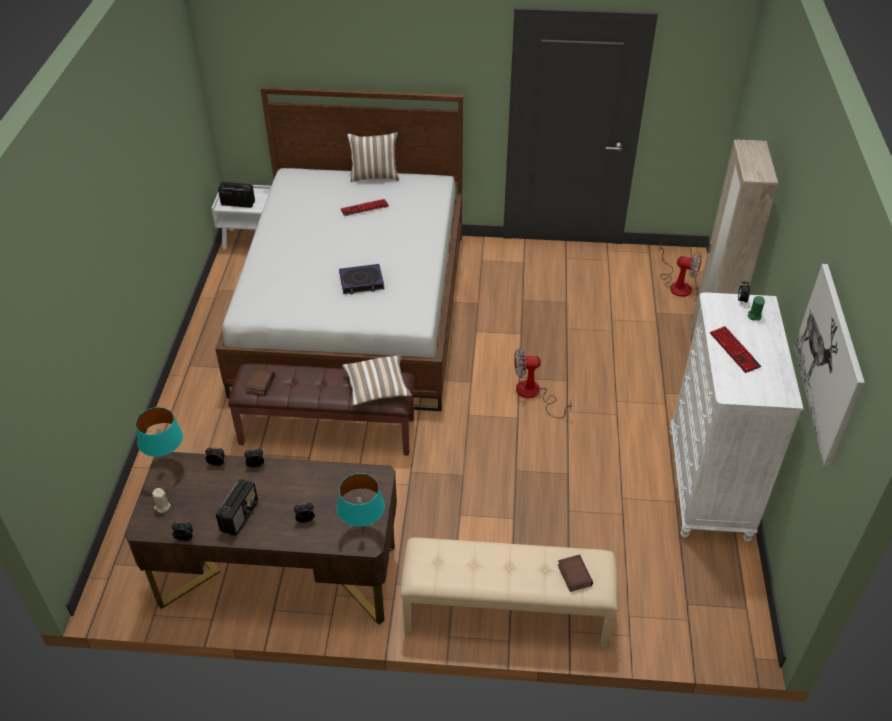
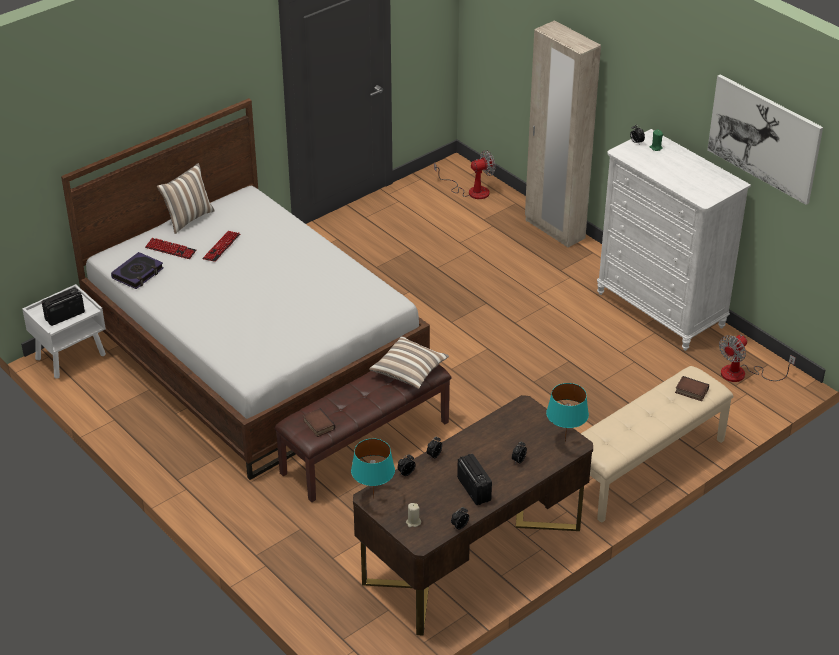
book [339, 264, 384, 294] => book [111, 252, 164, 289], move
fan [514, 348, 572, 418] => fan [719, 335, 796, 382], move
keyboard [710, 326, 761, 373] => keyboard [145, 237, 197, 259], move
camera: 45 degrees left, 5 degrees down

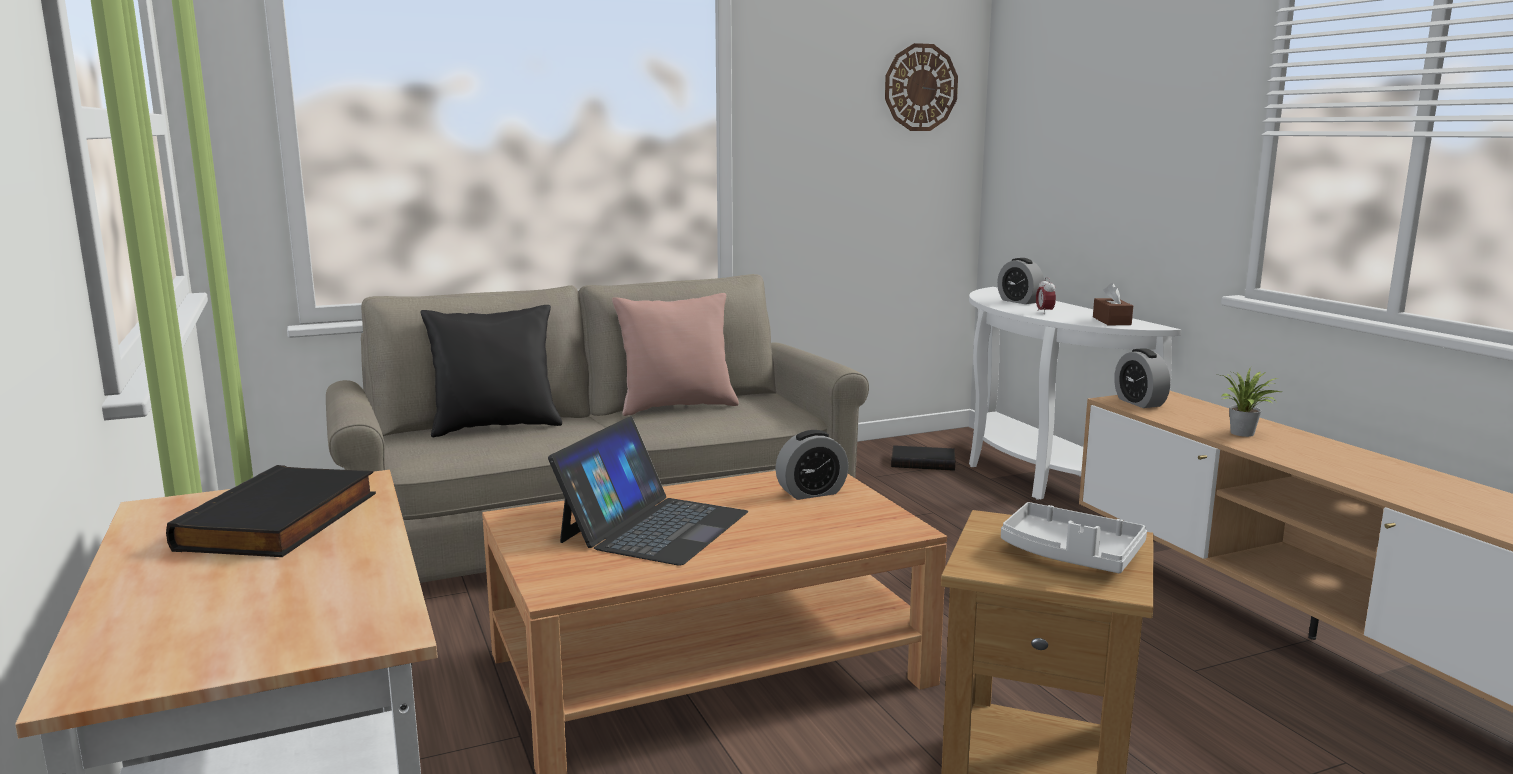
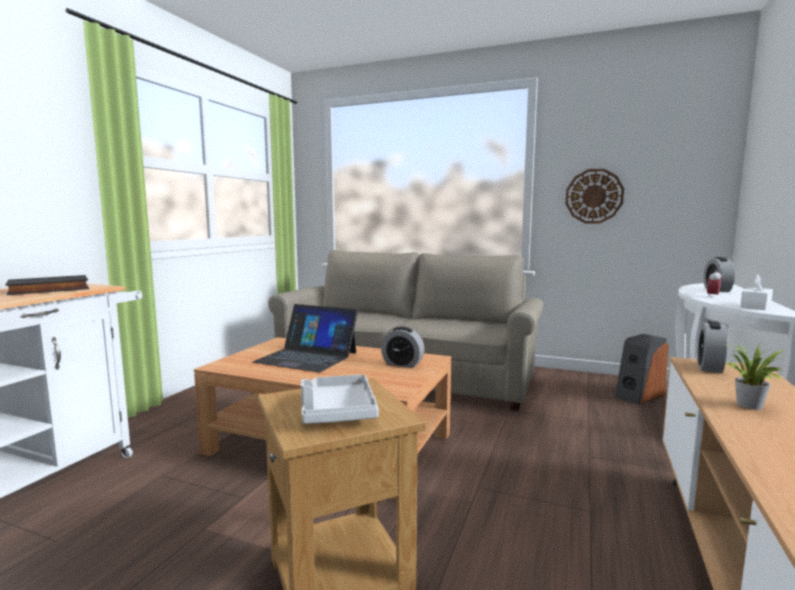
pillow/black [421, 305, 562, 437] => nothing
pillow/pink [612, 293, 739, 416] => nothing
wall clock [885, 43, 958, 131] => wall clock [566, 169, 624, 223], move
book/black [891, 445, 955, 471] => speaker [615, 334, 669, 404]
tissue box/brown [1093, 283, 1133, 325] => tissue box/white [740, 274, 773, 310]
laptop [548, 416, 748, 565] => laptop [253, 304, 358, 372], 45 degrees clockwise
camera: 45 degrees right, 5 degrees down

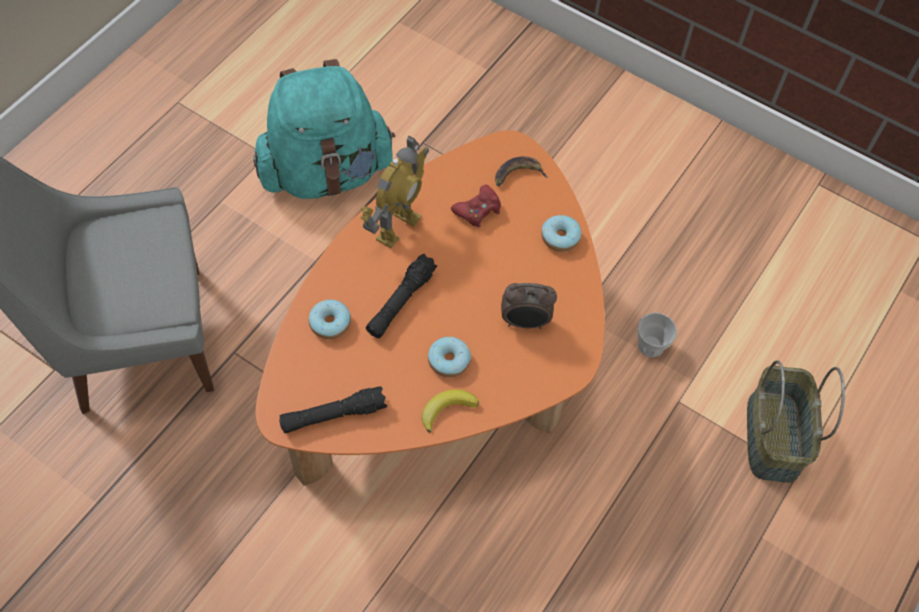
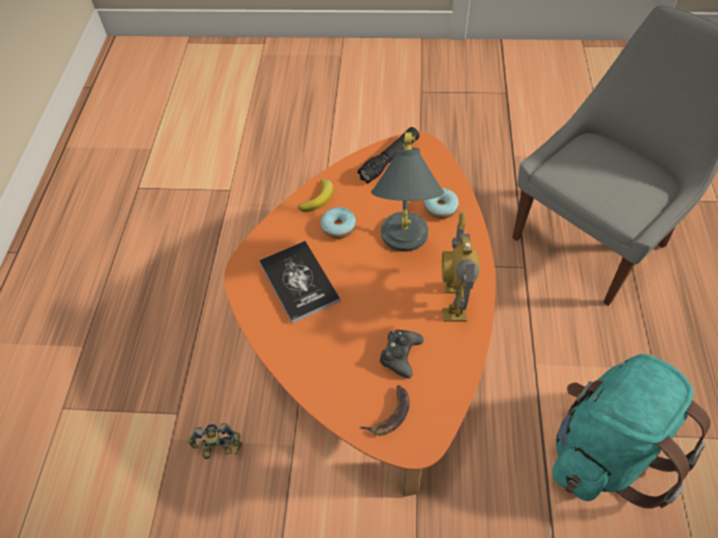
donut [541, 215, 581, 252] => nothing
basket [747, 360, 845, 483] => nothing
flashlight/black [366, 254, 437, 338] => table lamp/grey [371, 132, 445, 252]
alarm clock [501, 283, 557, 329] => book [259, 241, 341, 324]
cup [637, 312, 677, 358] => toy robot [188, 423, 242, 459]
game controller/red [451, 185, 501, 228] => game controller/black [379, 329, 424, 378]
camera: 155 degrees right, 5 degrees down

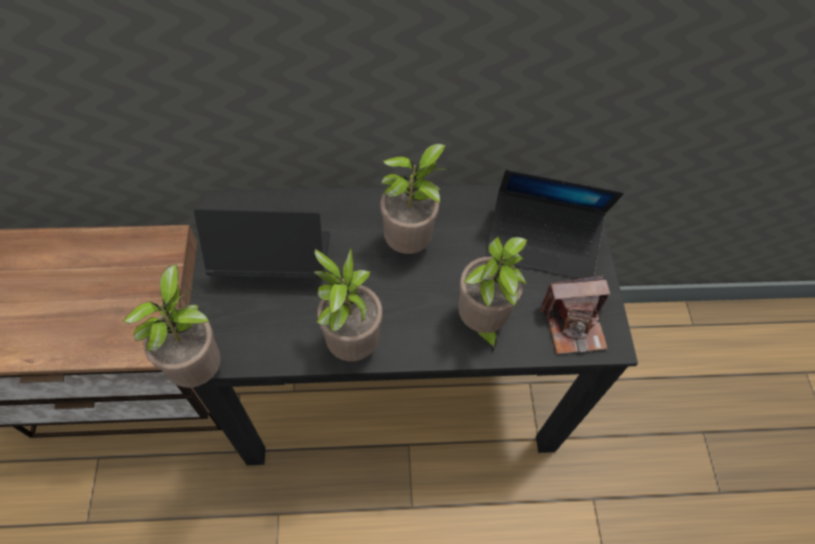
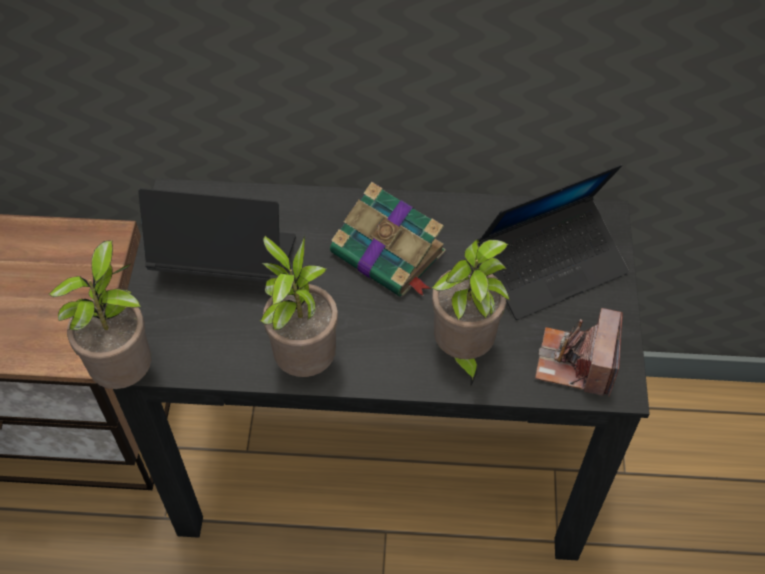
potted plant [380, 143, 448, 254] => book [330, 182, 446, 297]
laptop [485, 169, 624, 279] => laptop [478, 164, 629, 320], 45 degrees counterclockwise
photo camera [540, 275, 610, 354] => photo camera [535, 308, 623, 396], 105 degrees clockwise
camera: 10 degrees right, 5 degrees down

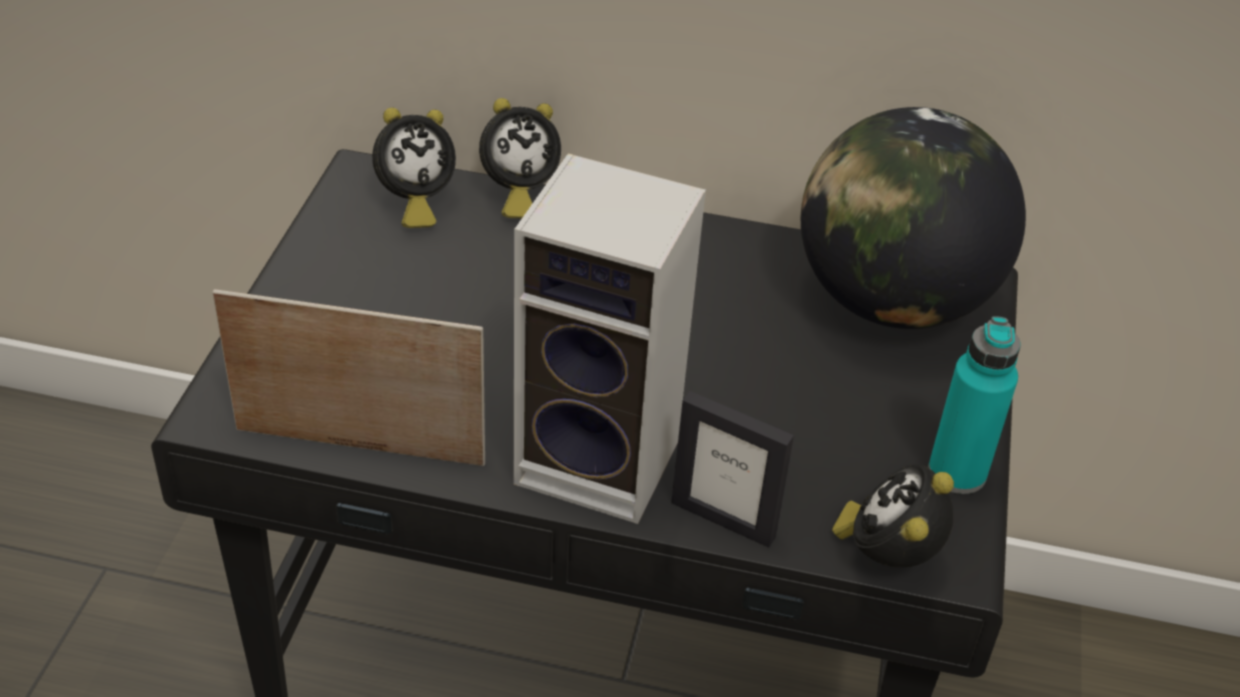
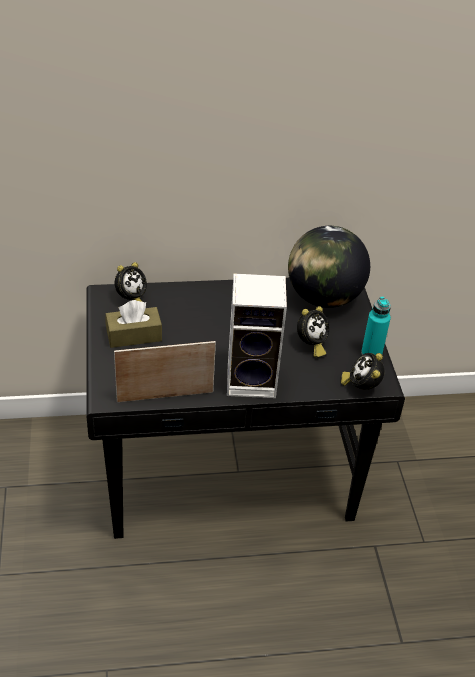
picture frame [671, 391, 794, 547] => nothing
nothing => tissue box/brown [105, 300, 162, 348]
alarm clock [479, 98, 561, 218] => alarm clock [297, 306, 329, 357], move
camera: 20 degrees left, 0 degrees up

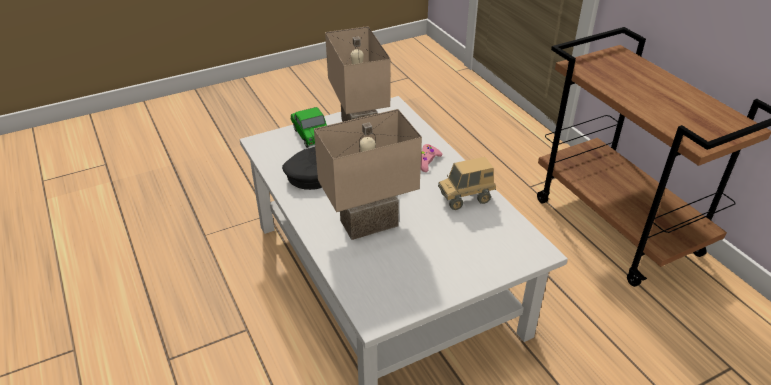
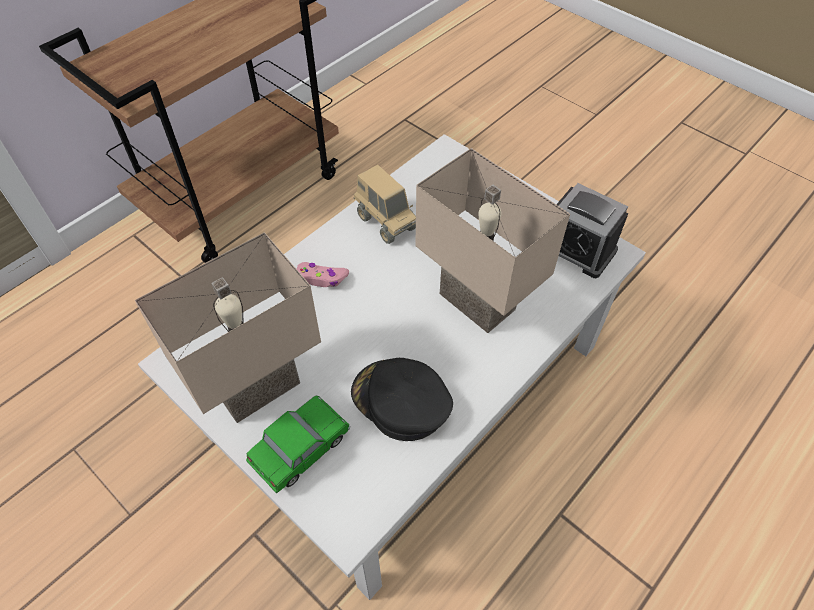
nothing => alarm clock [556, 183, 628, 278]
camera: 110 degrees left, 15 degrees up

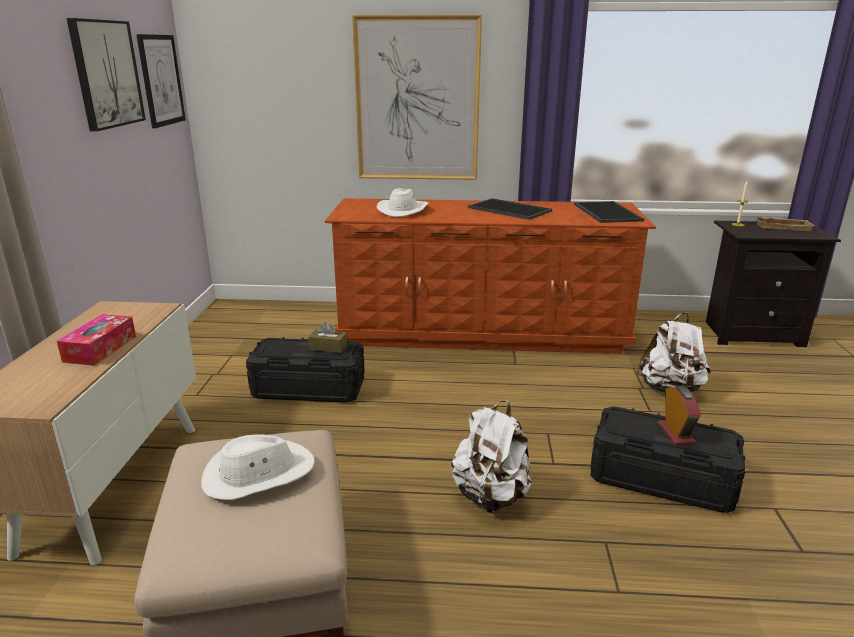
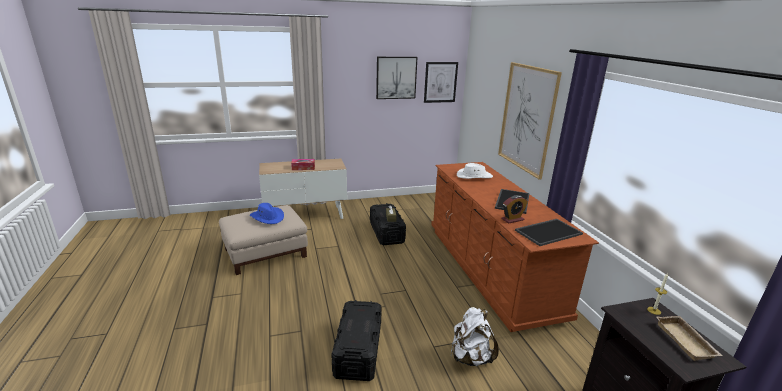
backpack/white [451, 401, 532, 513] => nothing
alarm clock [658, 386, 701, 445] => alarm clock [501, 195, 528, 224], move
hat/white [201, 435, 315, 500] => hat/blue [250, 203, 284, 224]
camera: 70 degrees right, 0 degrees up

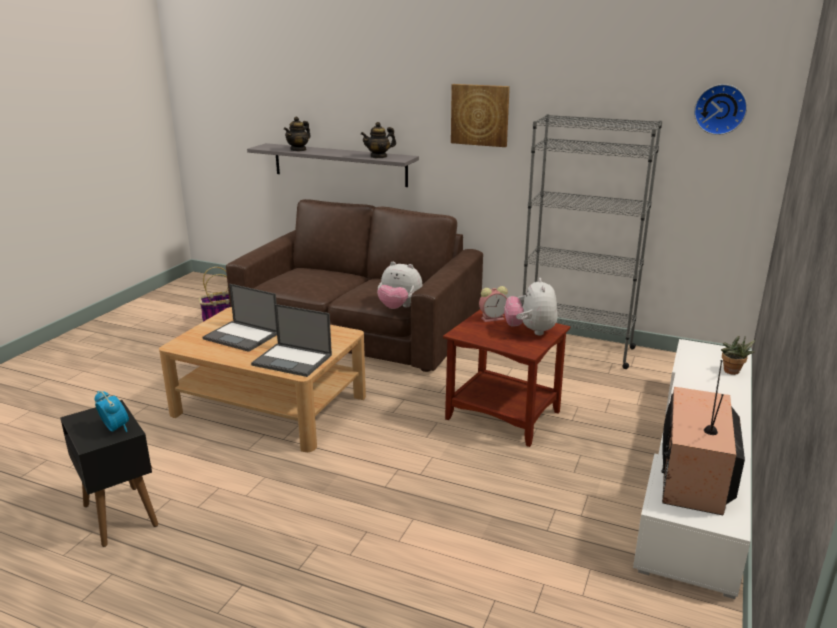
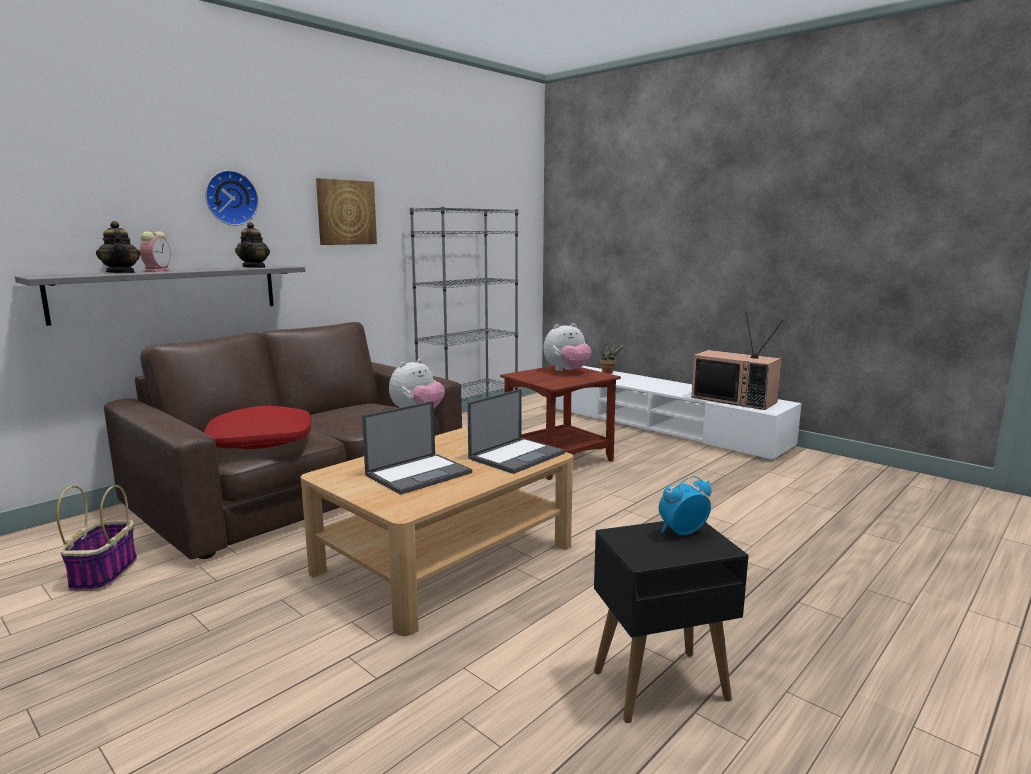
nothing => pillow/red [204, 406, 311, 449]
alarm clock [479, 286, 508, 322] => alarm clock [140, 231, 171, 272], move
wall clock [694, 84, 747, 135] => wall clock [205, 170, 259, 226], move
plush toy [504, 278, 557, 335] => plush toy [544, 323, 592, 371], 45 degrees counterclockwise
camera: 70 degrees left, 10 degrees down

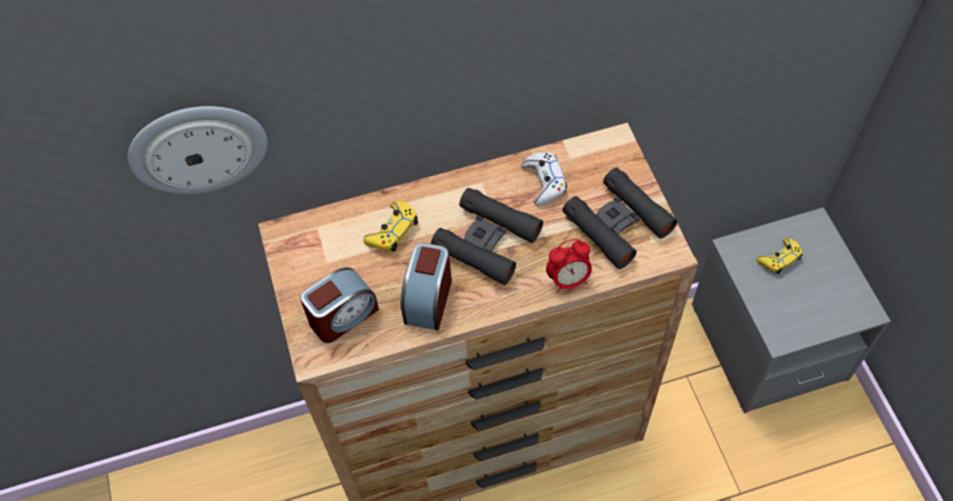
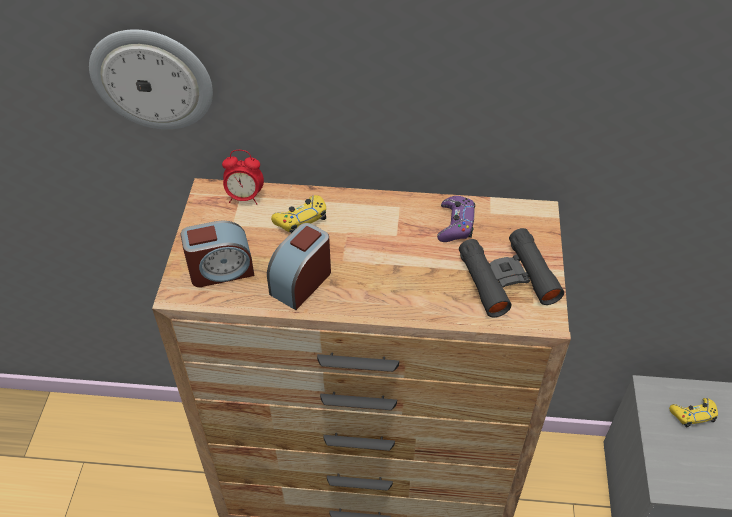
binoculars/black [431, 188, 543, 285] => nothing
alarm clock [546, 239, 592, 293] => alarm clock [222, 150, 264, 205], move
game controller/white [521, 153, 567, 207] => game controller/purple [437, 196, 475, 242]
camera: 20 degrees right, 10 degrees down

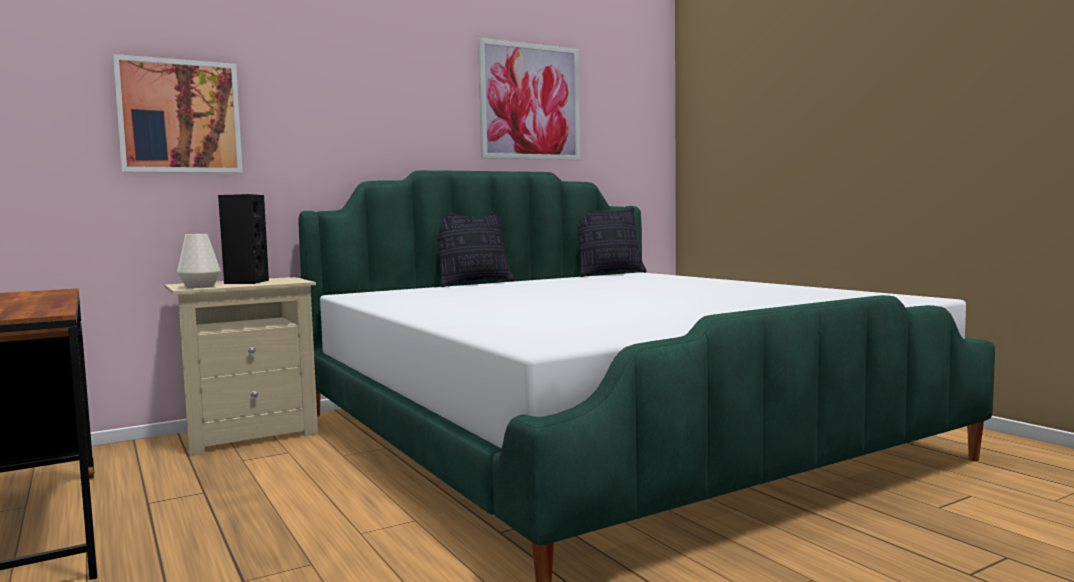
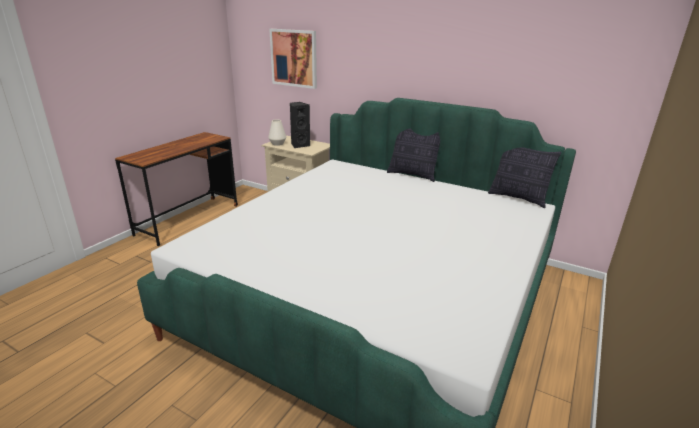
picture [478, 38, 580, 160] => nothing
camera: 60 degrees right, 20 degrees up

